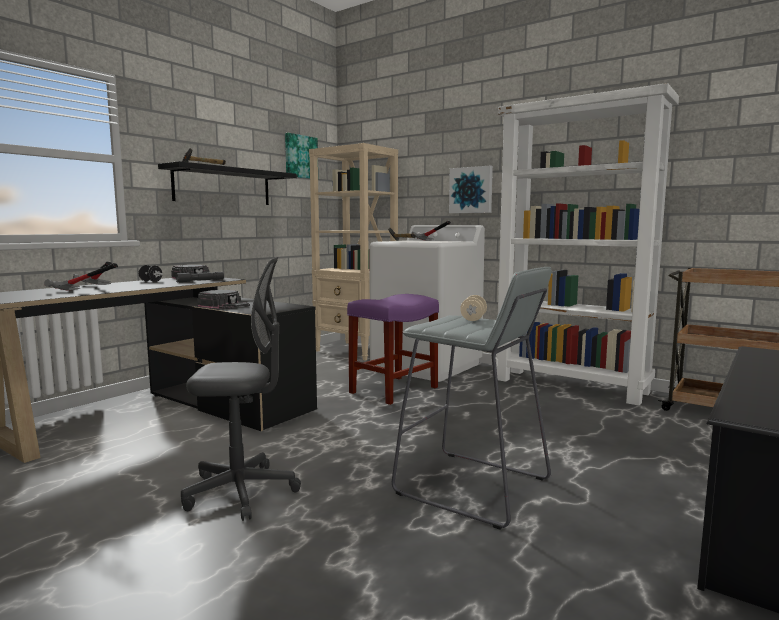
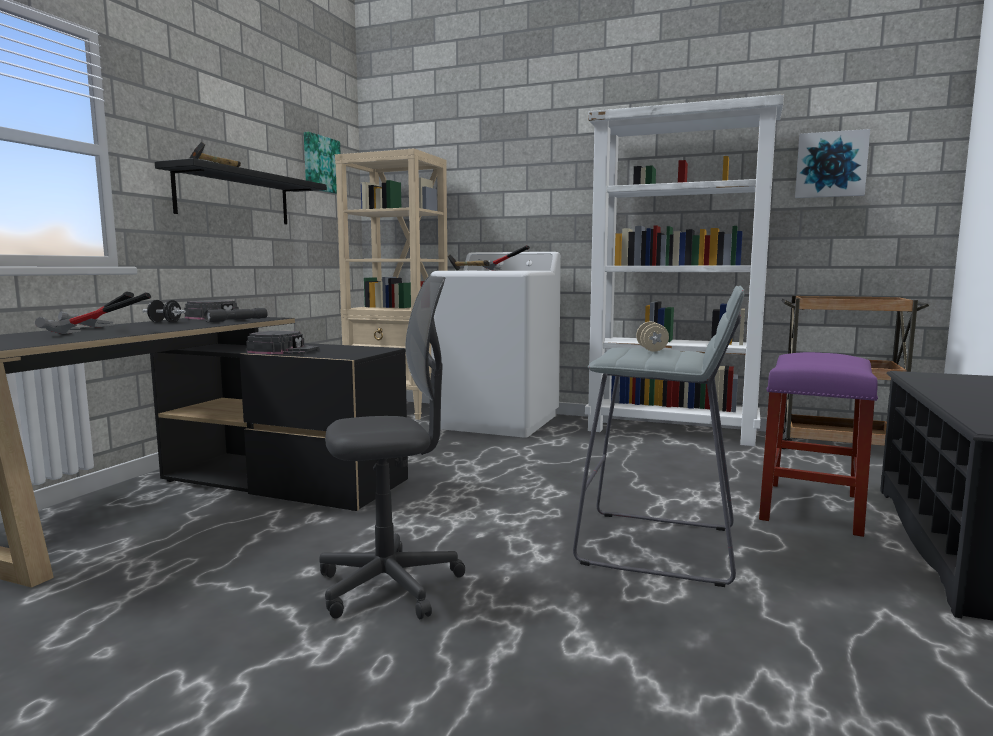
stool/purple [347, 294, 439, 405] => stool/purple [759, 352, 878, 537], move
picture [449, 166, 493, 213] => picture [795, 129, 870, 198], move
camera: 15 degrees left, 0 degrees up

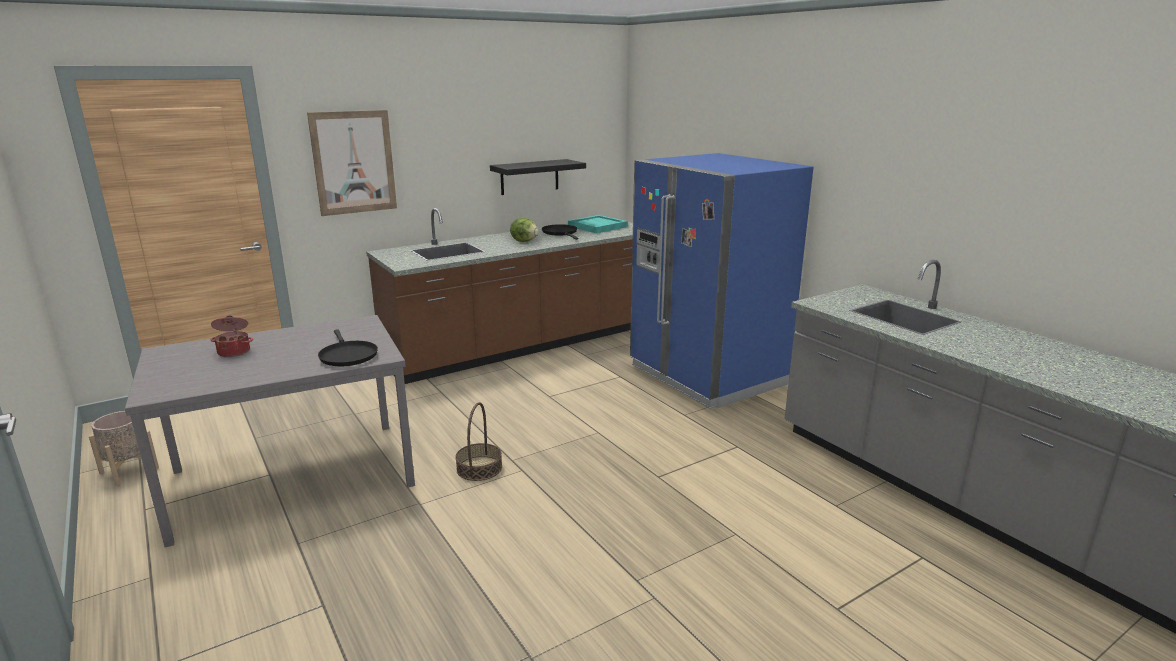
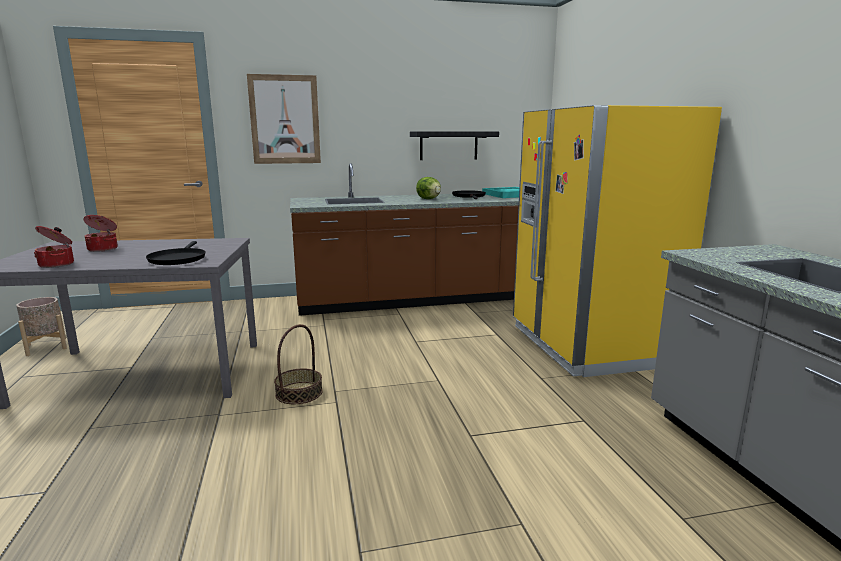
nothing => cooking pot [34, 226, 74, 268]
fridge/blue [630, 153, 814, 409] => fridge/yellow [513, 105, 722, 377]
camera: 20 degrees right, 5 degrees down

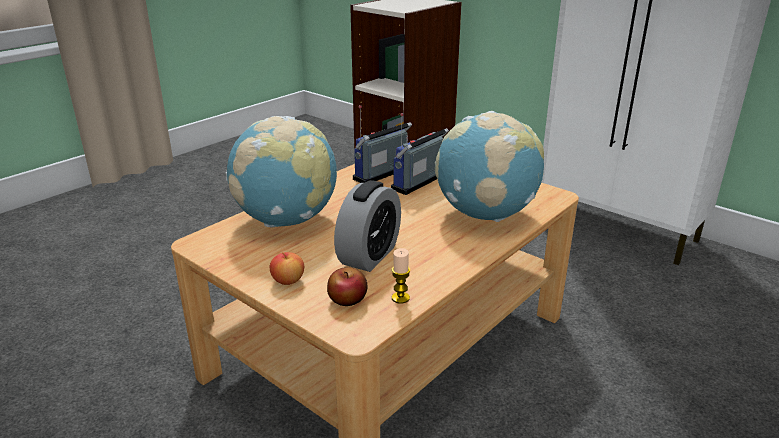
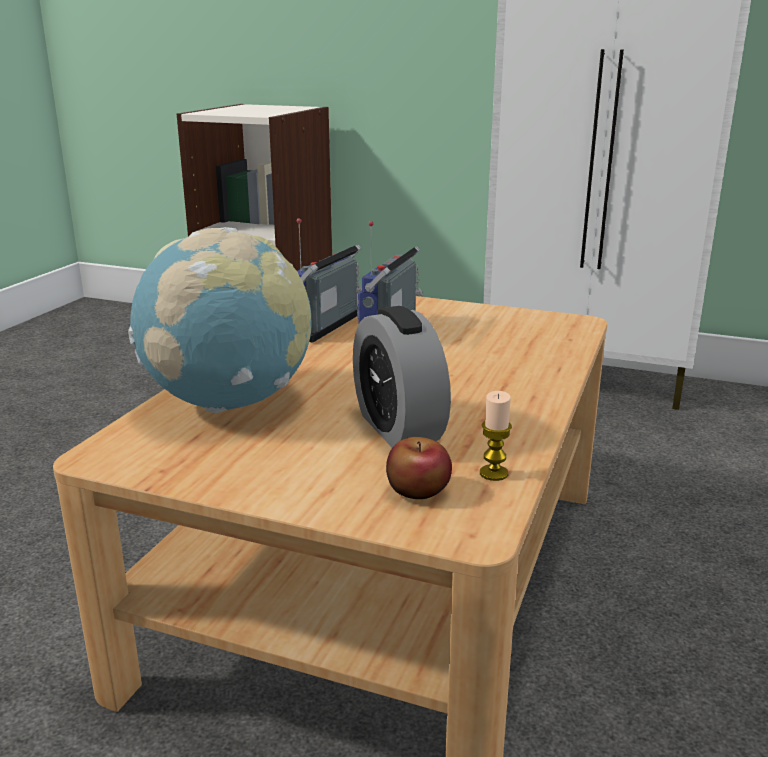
apple [270, 252, 304, 285] => nothing
globe [435, 111, 544, 222] => nothing
alarm clock [334, 180, 401, 272] => alarm clock [353, 306, 451, 448], 150 degrees clockwise
camera: 20 degrees left, 5 degrees down

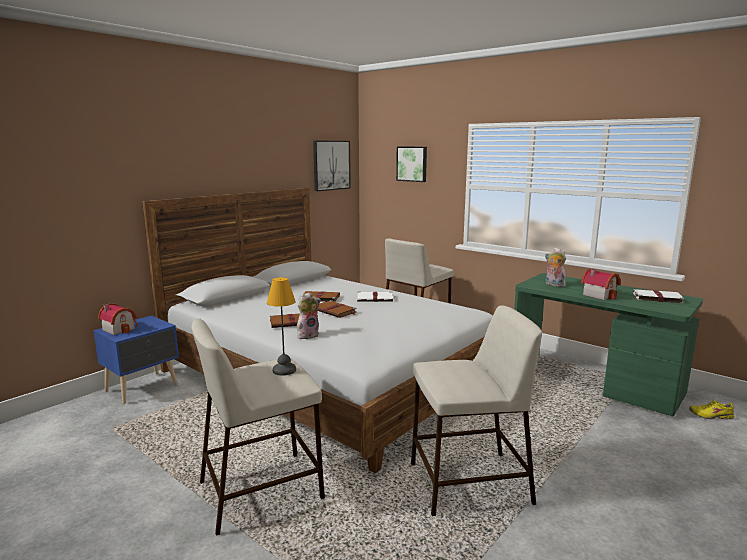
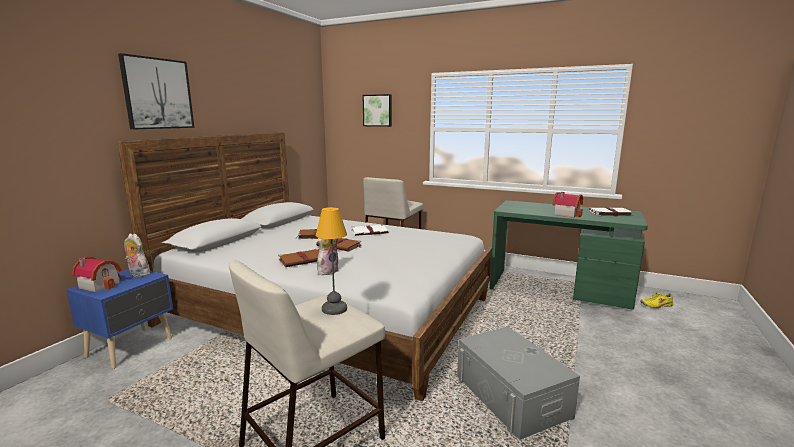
picture [313, 140, 351, 191] => picture [118, 53, 194, 130], move
plush toy [545, 248, 566, 287] => plush toy [124, 233, 150, 277], move
stool/beige [411, 305, 542, 516] => storage box/grey [457, 326, 580, 440]
camera: 15 degrees left, 0 degrees up

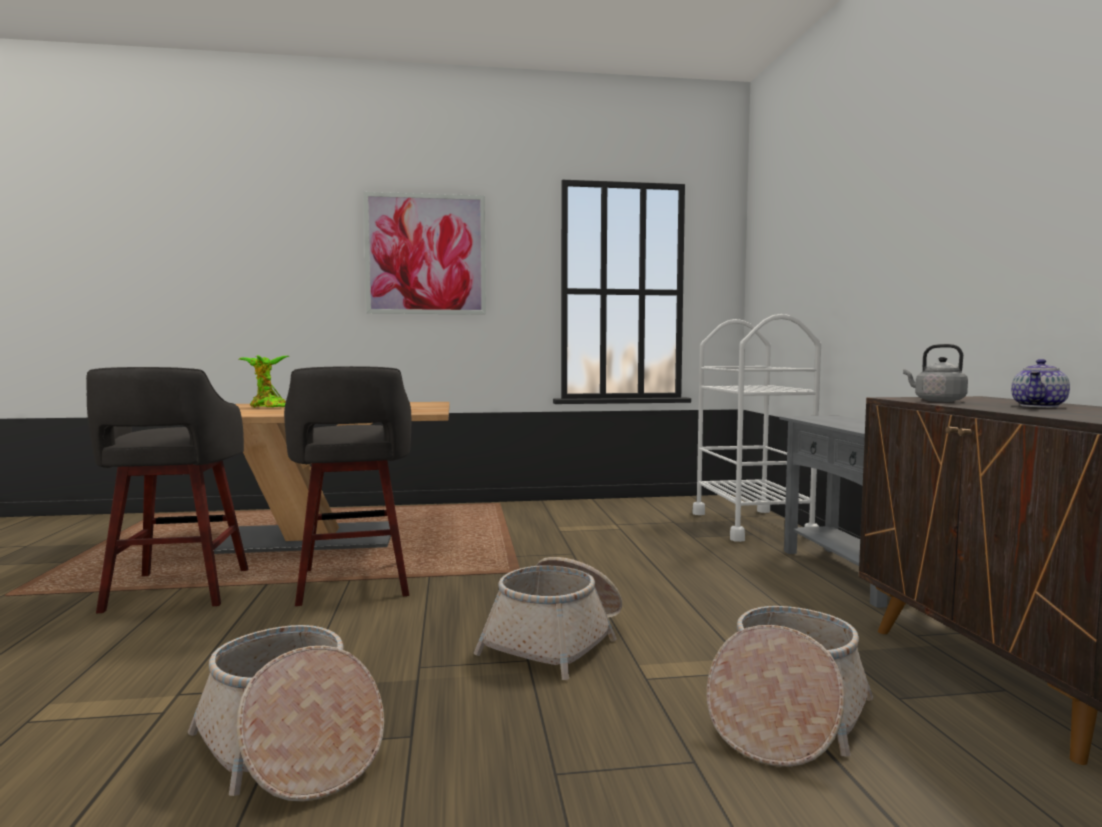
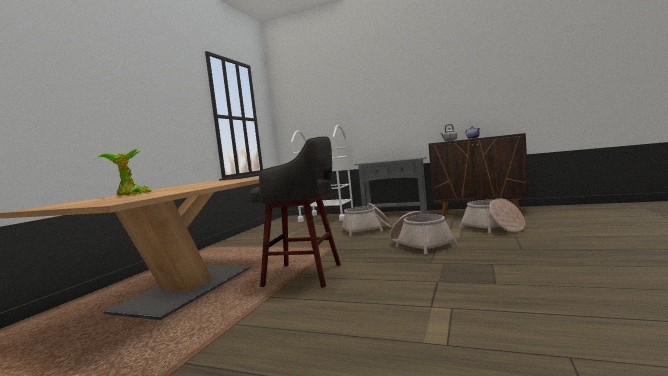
stool/grey [86, 367, 248, 613] => nothing
picture [363, 192, 486, 314] => nothing
basket [188, 625, 384, 802] => basket [341, 203, 392, 236], move
camera: 60 degrees left, 0 degrees up

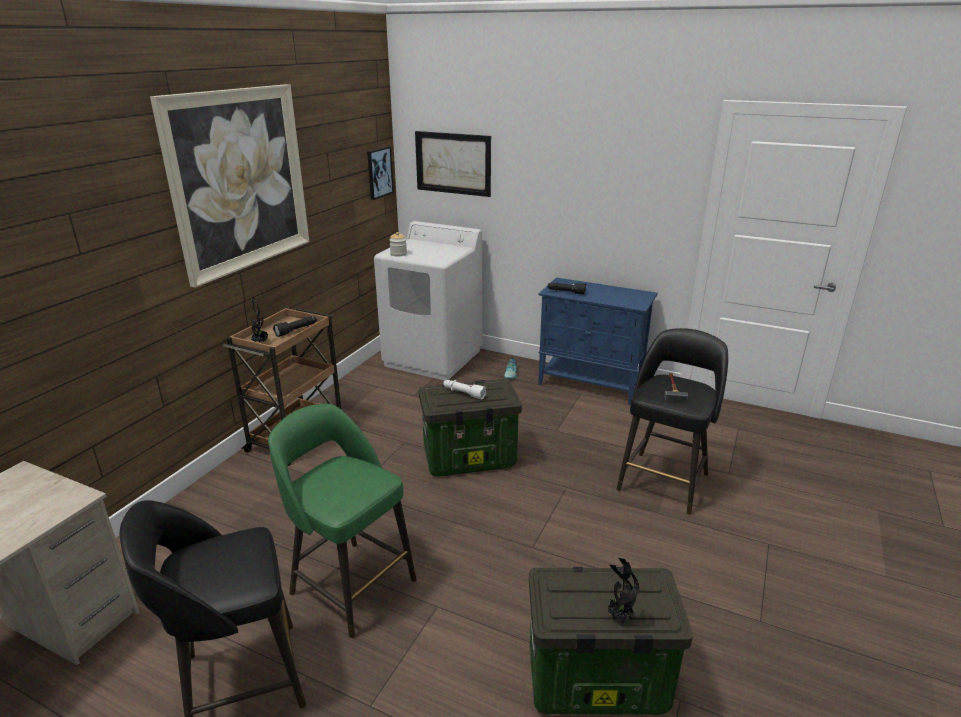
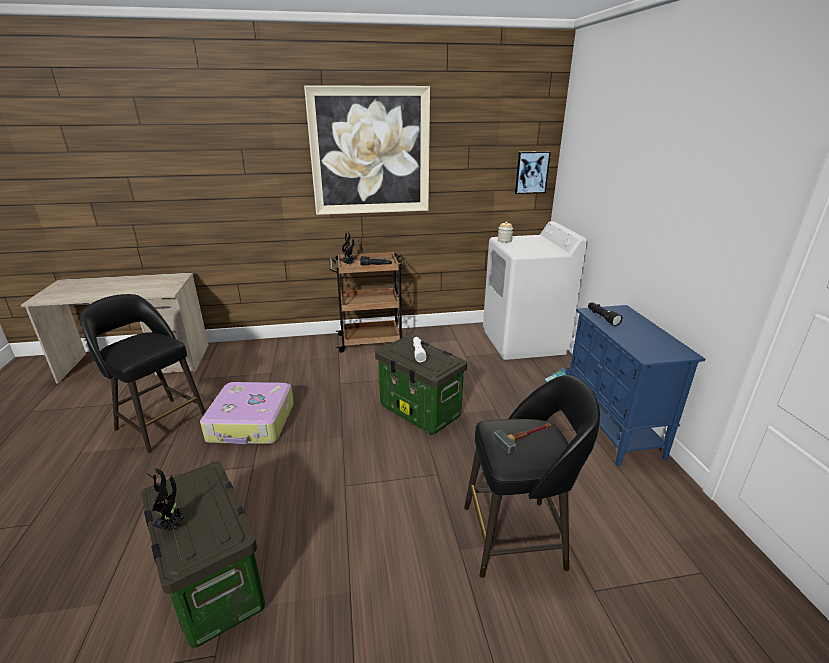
picture [415, 131, 491, 197] => nothing
stool/green [268, 404, 416, 638] => suitcase [200, 382, 294, 444]
camera: 55 degrees right, 0 degrees up

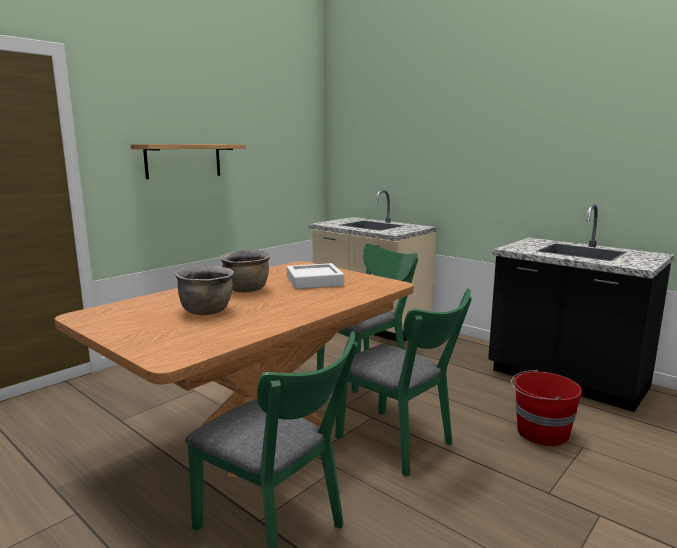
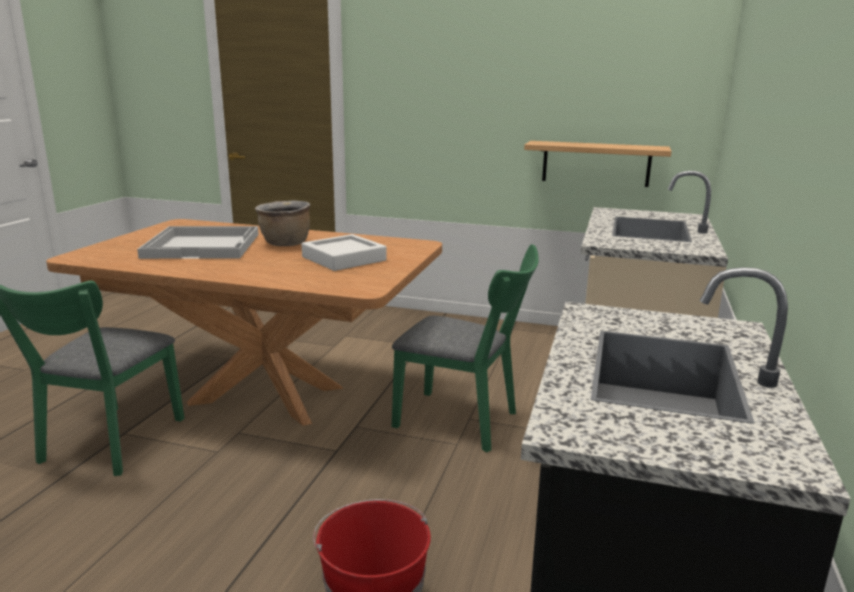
chair/green [335, 288, 472, 477] => nothing
shelf [131, 144, 246, 179] => shelf [524, 141, 672, 187], move
cooking pot/brown [175, 266, 234, 315] => tray/white [137, 226, 259, 259]
camera: 65 degrees right, 5 degrees up

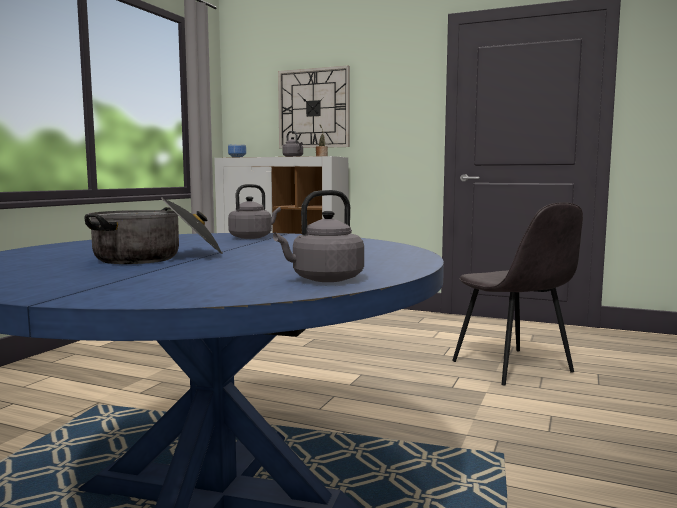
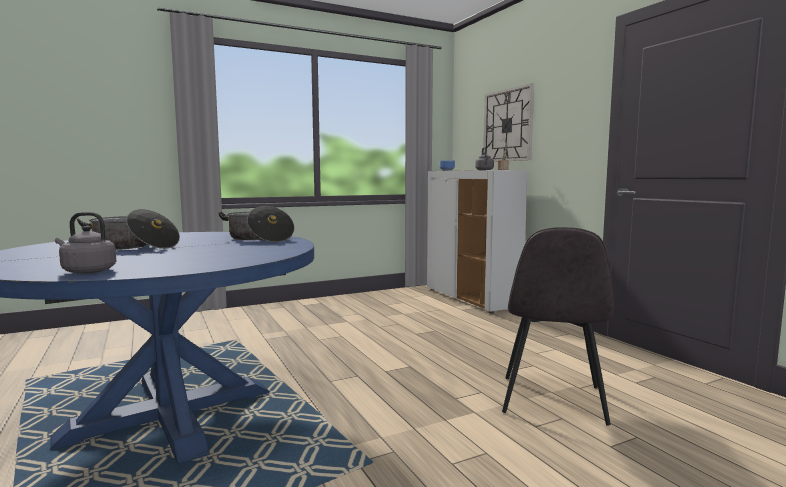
kettle/grey [228, 184, 281, 239] => cooking pot [219, 206, 294, 242]
camera: 40 degrees right, 0 degrees up

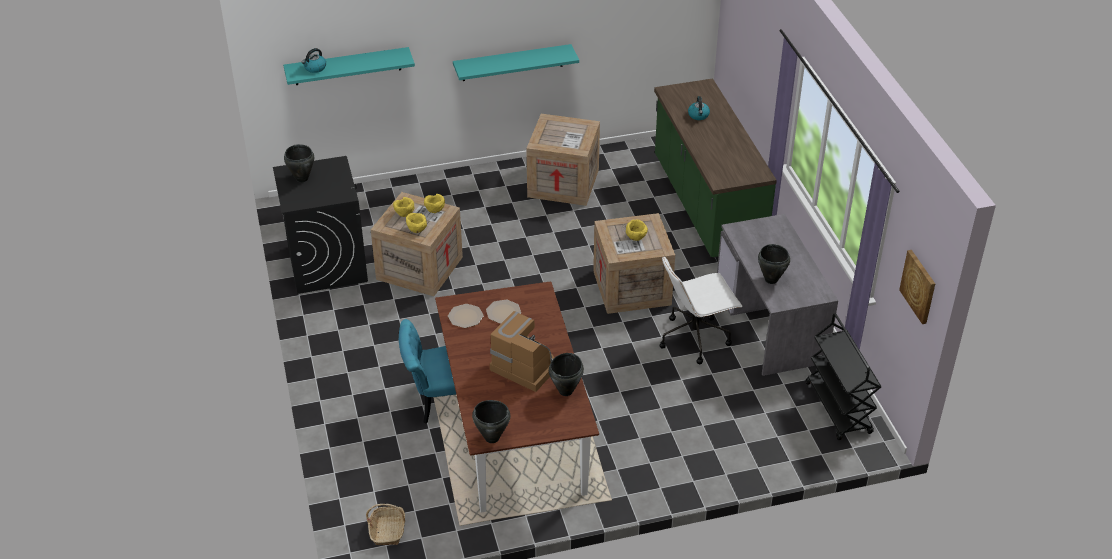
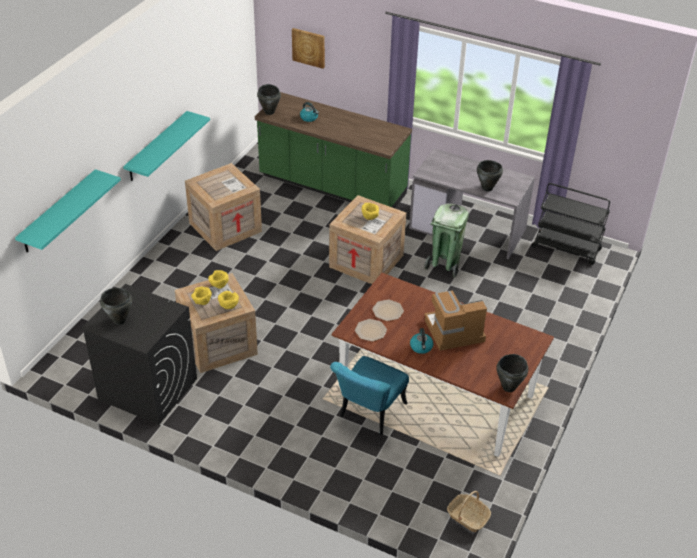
kettle [302, 48, 326, 73] => kettle [410, 328, 433, 354], move
cooking pot/black [549, 353, 584, 396] => cooking pot/black [257, 84, 281, 115], move
picture [899, 250, 935, 324] => picture [292, 28, 325, 69], move
office chair/white [660, 256, 743, 364] => trash can/green [424, 203, 469, 278]
camera: 50 degrees left, 0 degrees up

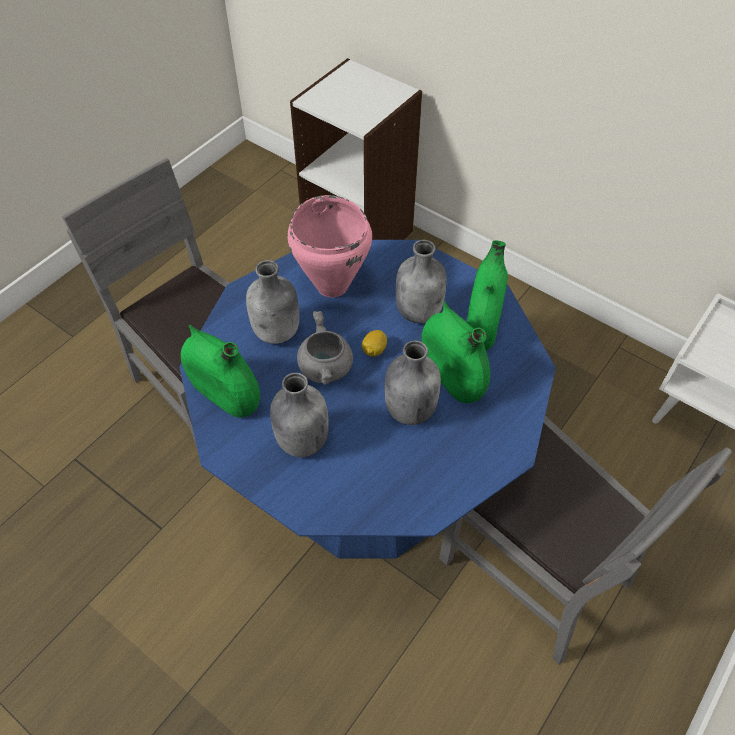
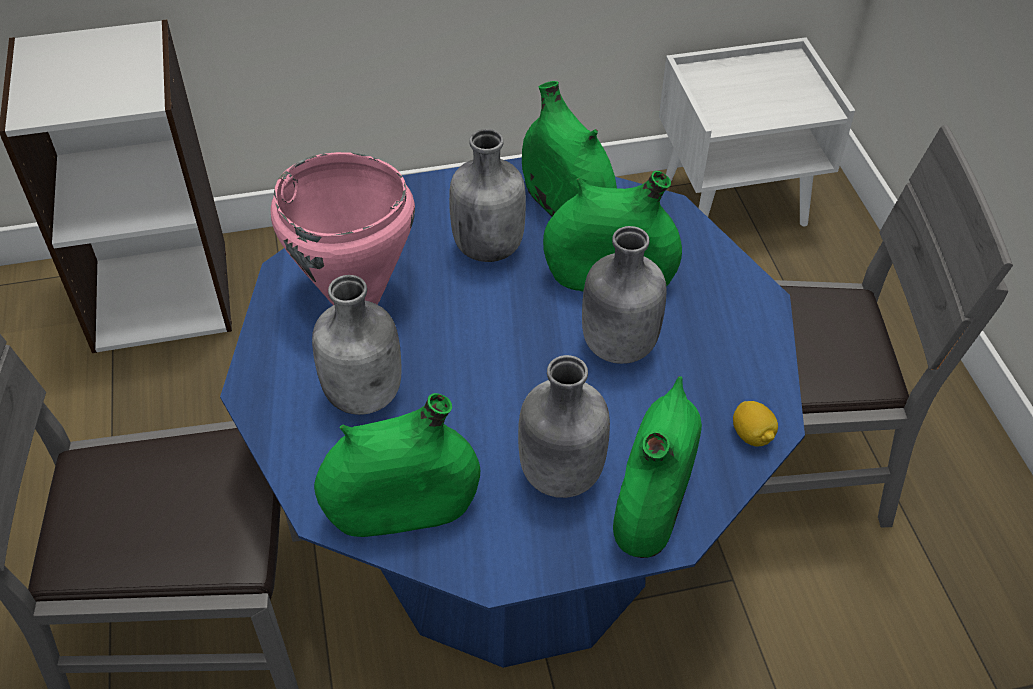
cooking pot/grey [297, 311, 353, 385] => nothing
nothing => vase/green [613, 376, 702, 558]
lemon [362, 330, 387, 357] => lemon [733, 401, 778, 446], move
camera: 50 degrees left, 5 degrees down

